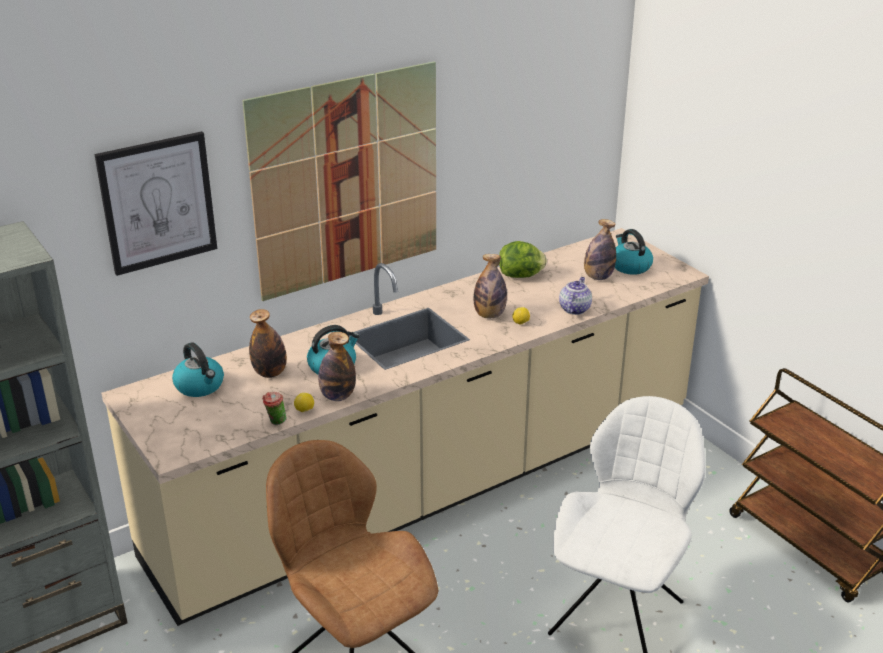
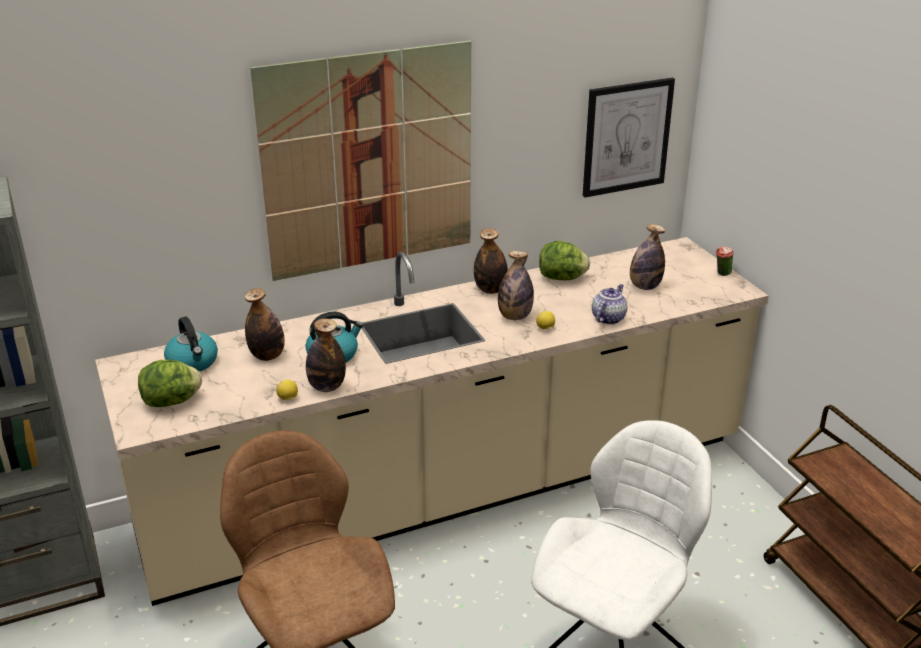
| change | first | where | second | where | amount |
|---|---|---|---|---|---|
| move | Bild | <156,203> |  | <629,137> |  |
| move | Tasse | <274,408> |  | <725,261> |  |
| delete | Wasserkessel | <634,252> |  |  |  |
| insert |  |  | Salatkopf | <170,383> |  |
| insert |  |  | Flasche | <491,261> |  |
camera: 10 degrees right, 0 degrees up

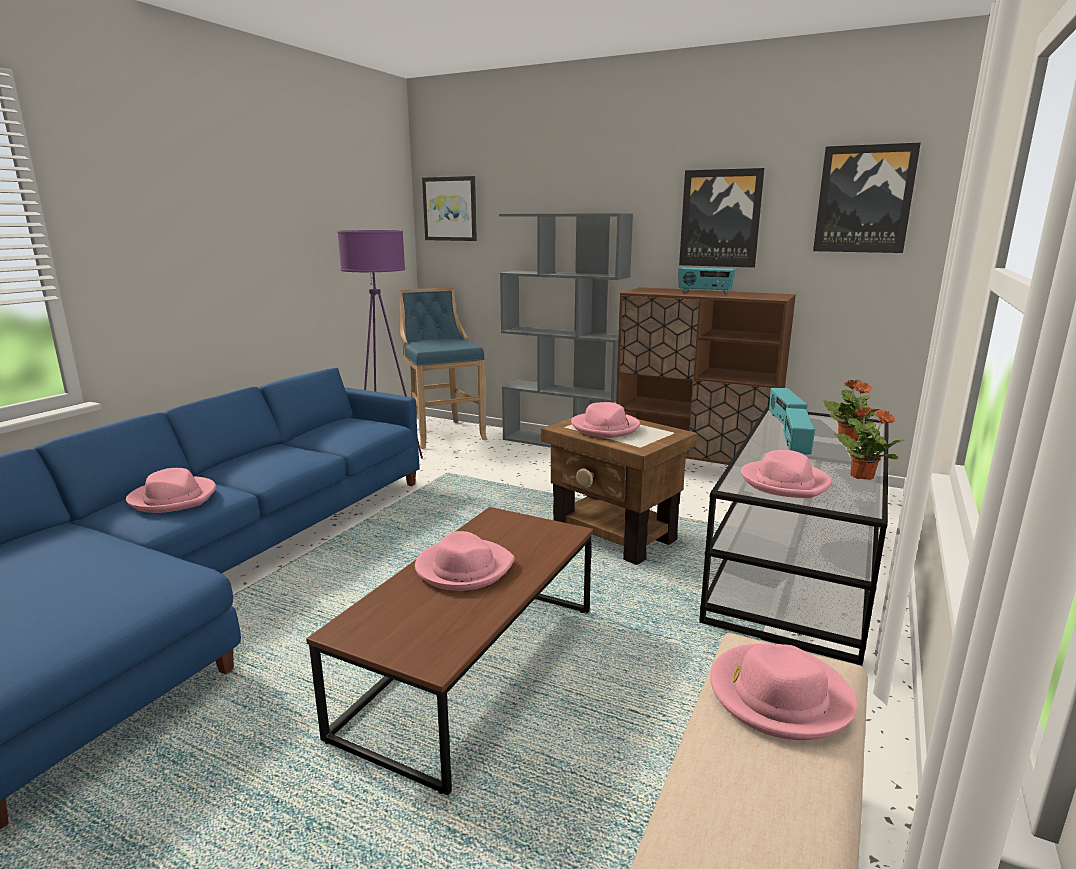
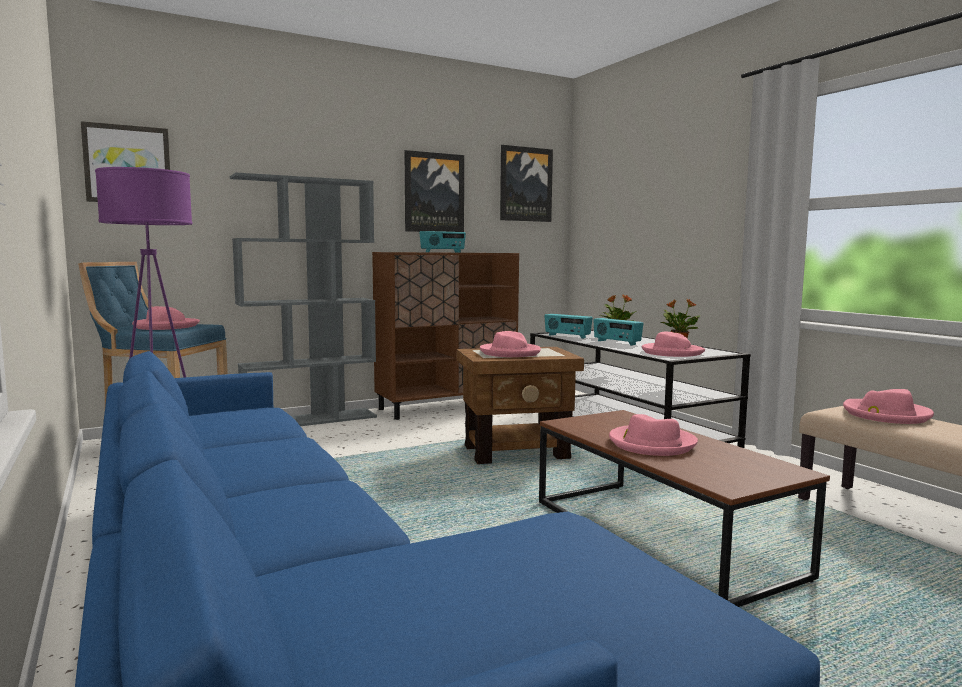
| change | first | where | second | where | amount |
|---|---|---|---|---|---|
| move | Hut [rosa] | <171,490> |  | <166,318> |  |
camera: 55 degrees left, 10 degrees down

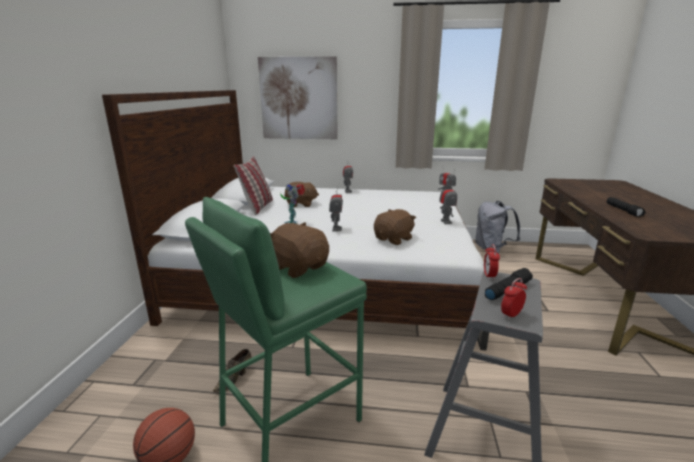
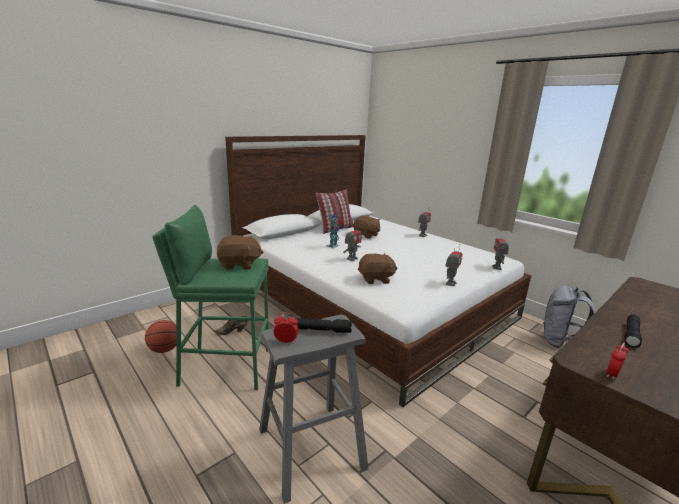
| change | first | where | second | where | amount |
|---|---|---|---|---|---|
| delete | Bild | <298,97> |  |  |  |
| rotate | Plüschtier [braun] | <299,250> |  | <240,252> | 90 degrees clockwise |
| move | Wecker | <492,262> |  | <618,361> |  |
camera: 40 degrees right, 0 degrees up

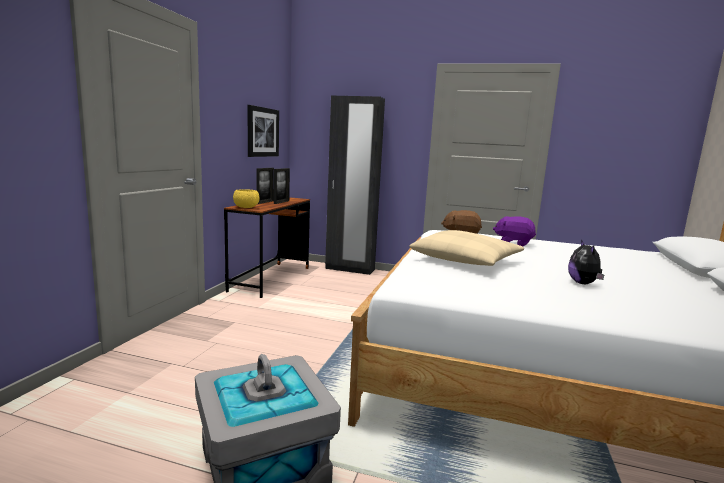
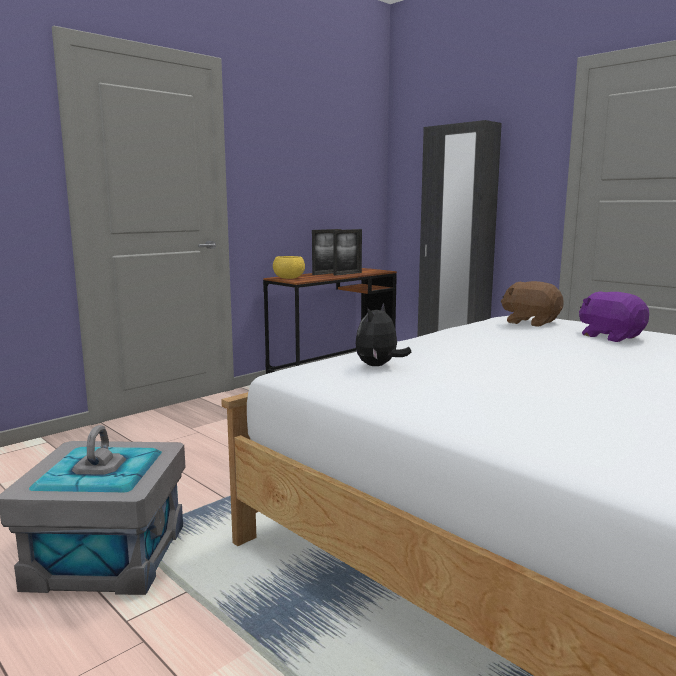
| change | first | where | second | where | amount |
|---|---|---|---|---|---|
| delete | Bild | <263,131> |  |  |  |
| delete | Kissen [beige] | <466,248> |  |  |  |
| move | Plüschtier | <586,262> |  | <383,334> |  |
camera: 30 degrees right, 0 degrees up

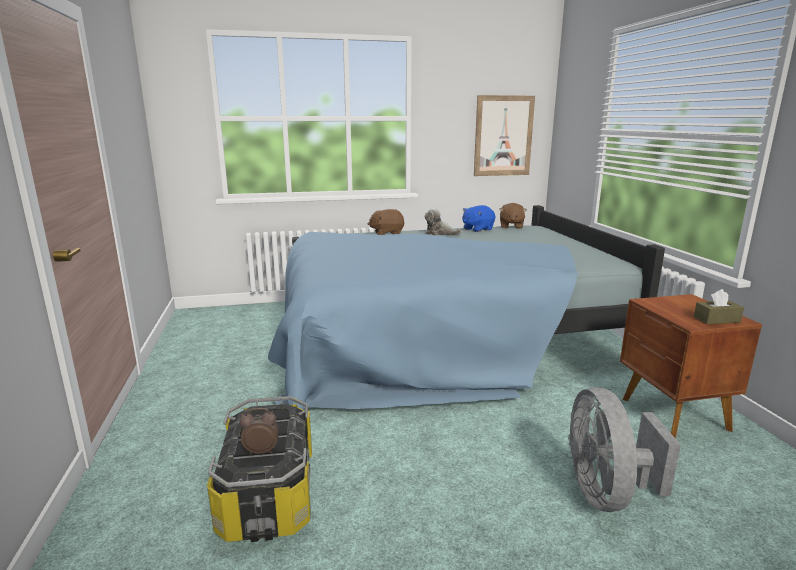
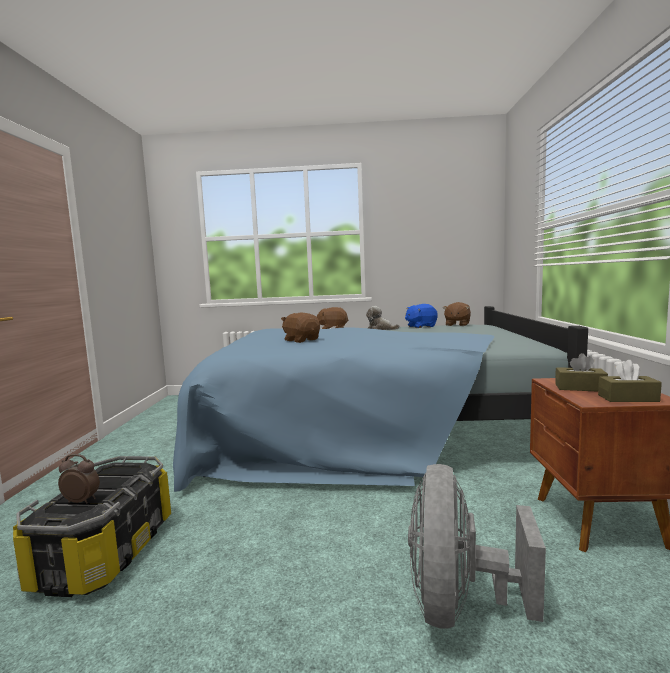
| change | first | where | second | where | amount |
|---|---|---|---|---|---|
| delete | Bild | <504,135> |  |  |  |
| insert |  |  | Plüschtier [braun] | <300,327> |  |
| insert |  |  | Taschentuchbox [braun] | <581,372> |  |
camera: 15 degrees right, 10 degrees down

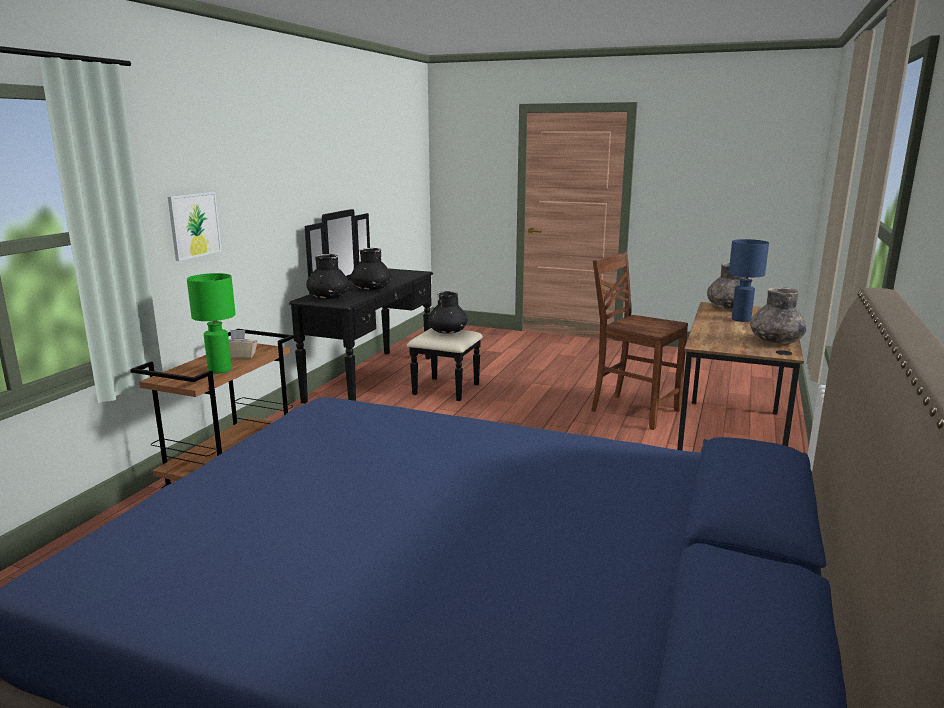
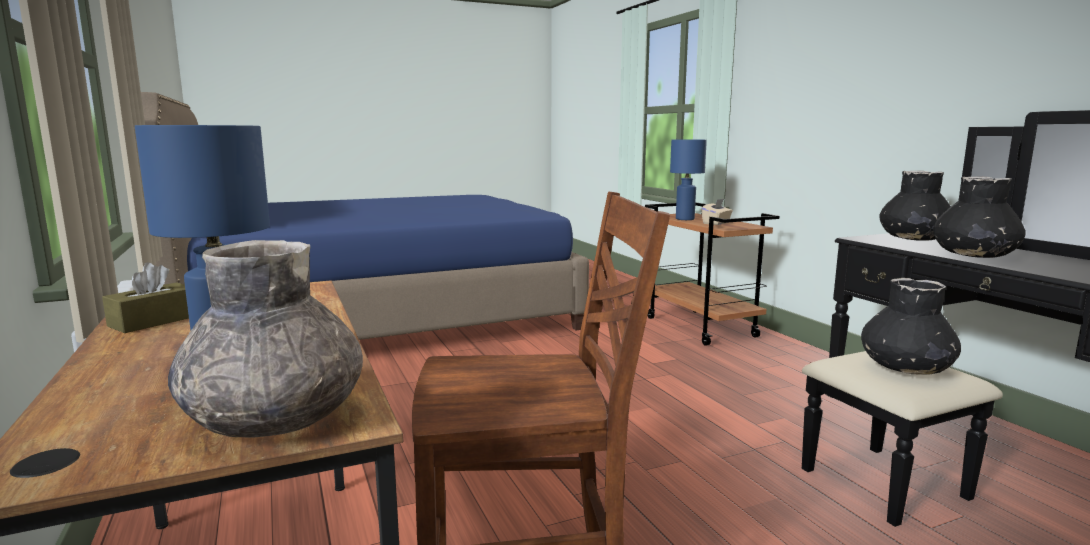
| change | first | where | second | where | amount |
|---|---|---|---|---|---|
| delete | Bild | <195,226> |  |  |  |
| recolor | Tischlampe [grün] | <211,323> | Tischlampe [blau] | <688,179> |  |
| replace | Vase [grau] | <778,315> | Taschentuchbox [braun] | <145,297> |  |
camera: 135 degrees right, 5 degrees down

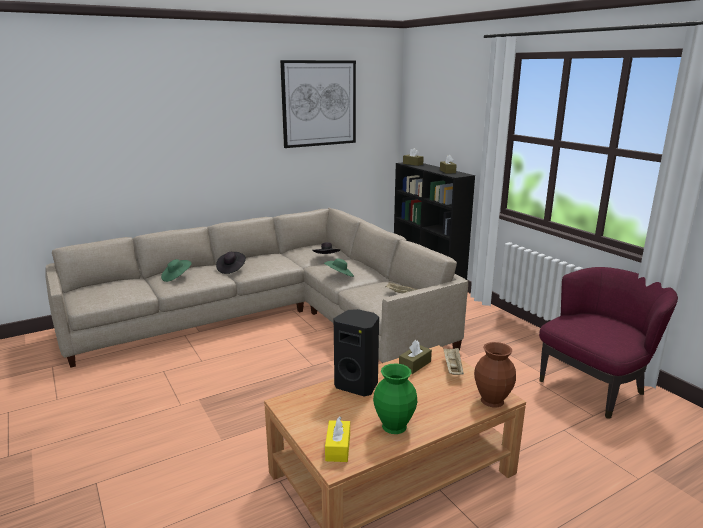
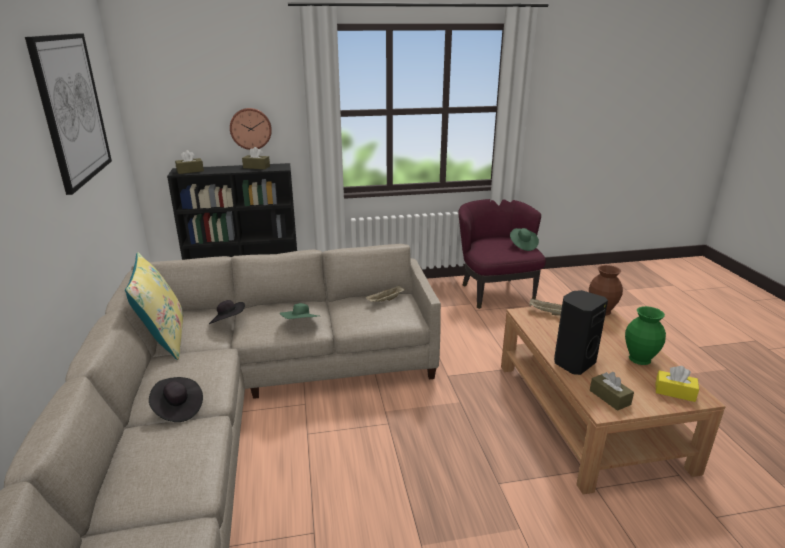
| change | first | where | second | where | amount |
|---|---|---|---|---|---|
| move | Hut [grün] | <176,270> |  | <524,239> |  |
| move | Taschentuchbox [braun] | <415,357> |  | <612,391> |  |
| insert |  |  | Kissen [gelb] | <154,306> |  |
| insert |  |  | Wanduhr | <251,129> |  |
camera: 70 degrees left, 5 degrees up

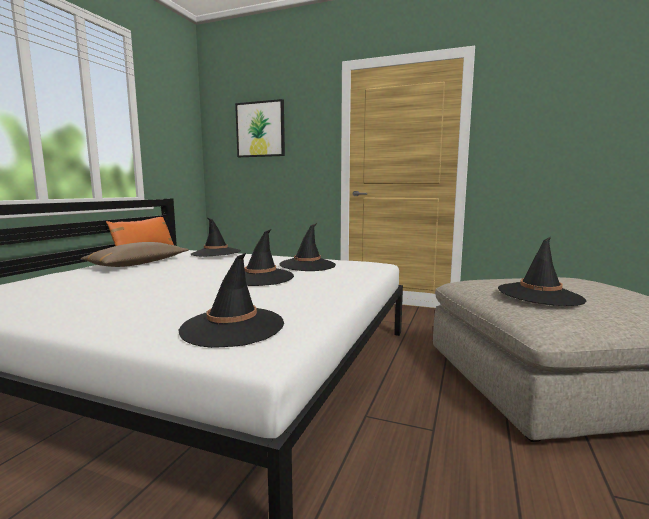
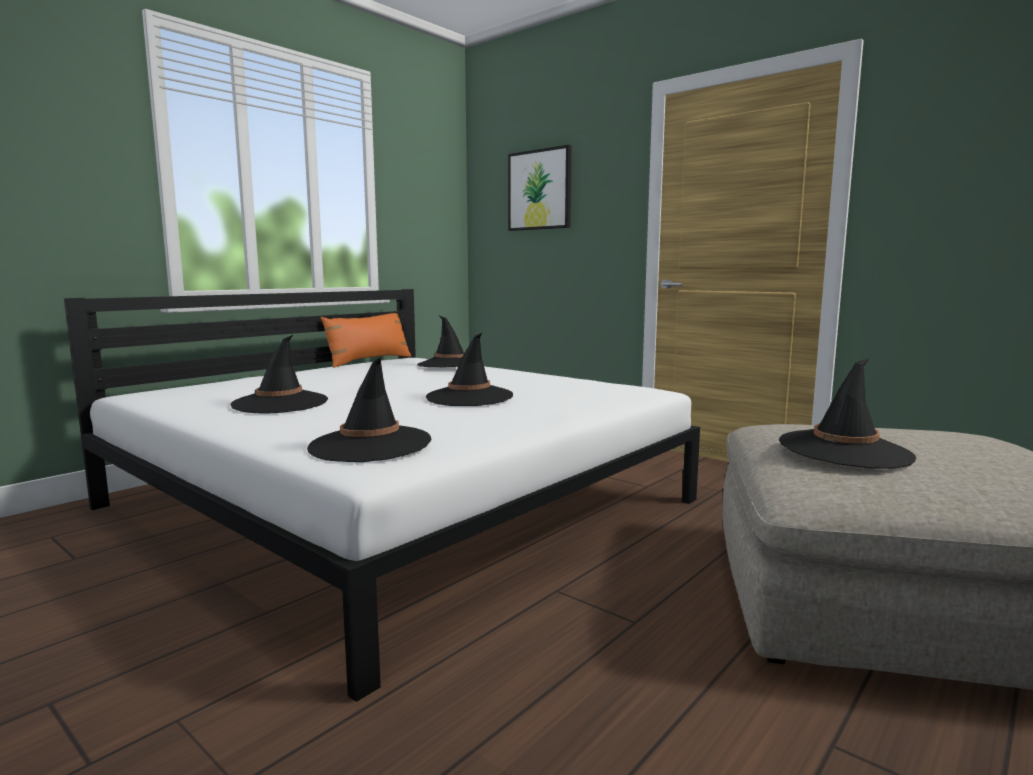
| change | first | where | second | where | amount |
|---|---|---|---|---|---|
| delete | Kissen [braun] | <135,254> |  |  |  |
| move | Hut [schwarz] | <307,247> |  | <279,374> |  |
camera: 20 degrees right, 0 degrees up

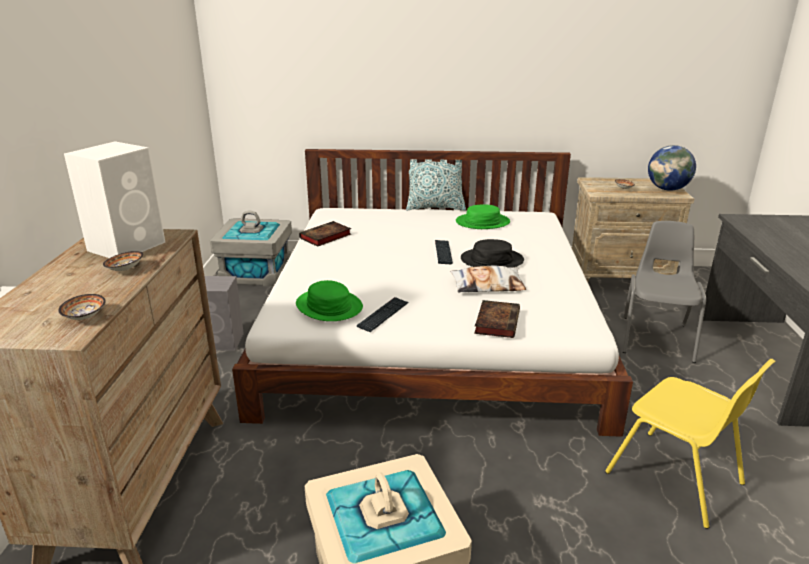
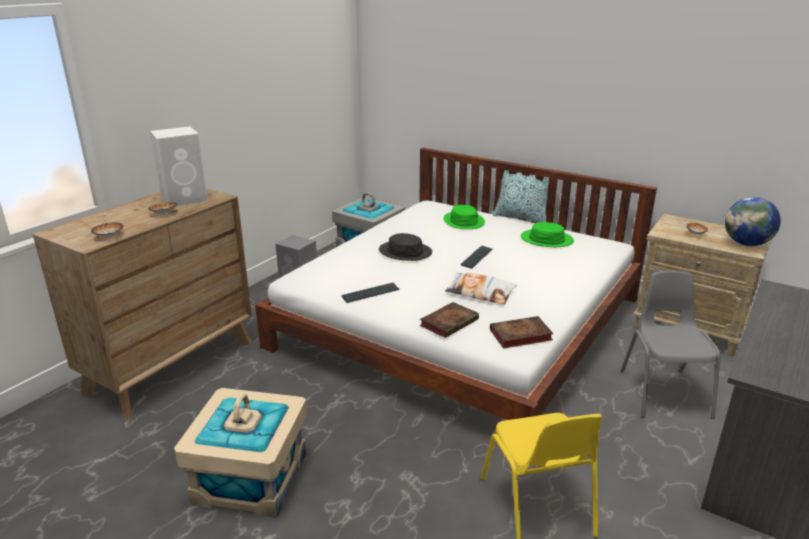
| change | first | where | second | where | amount |
|---|---|---|---|---|---|
| move | Hut [grün] | <329,300> |  | <464,217> |  |
| move | Buch | <325,234> |  | <522,332> |  |
| move | Hut [schwarz] | <492,253> |  | <405,247> |  |
| rotate | Stuhl [grau] | <664,292> |  | <671,345> | 45 degrees counterclockwise |
camera: 30 degrees right, 0 degrees up

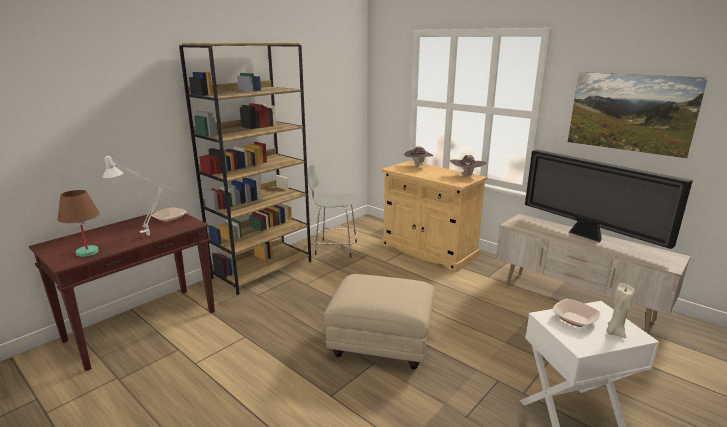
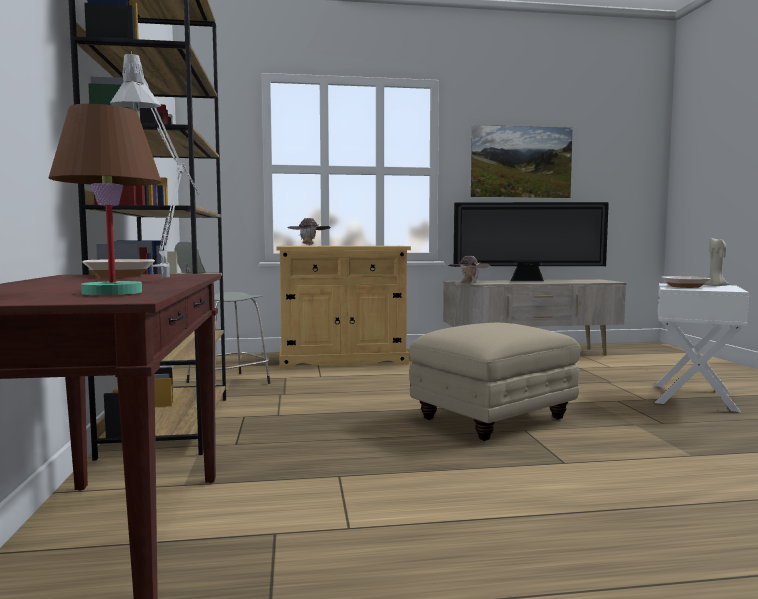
| change | first | where | second | where | amount |
|---|---|---|---|---|---|
| move | Hut [braun] | <468,166> |  | <469,269> |  |
camera: 50 degrees left, 15 degrees down

